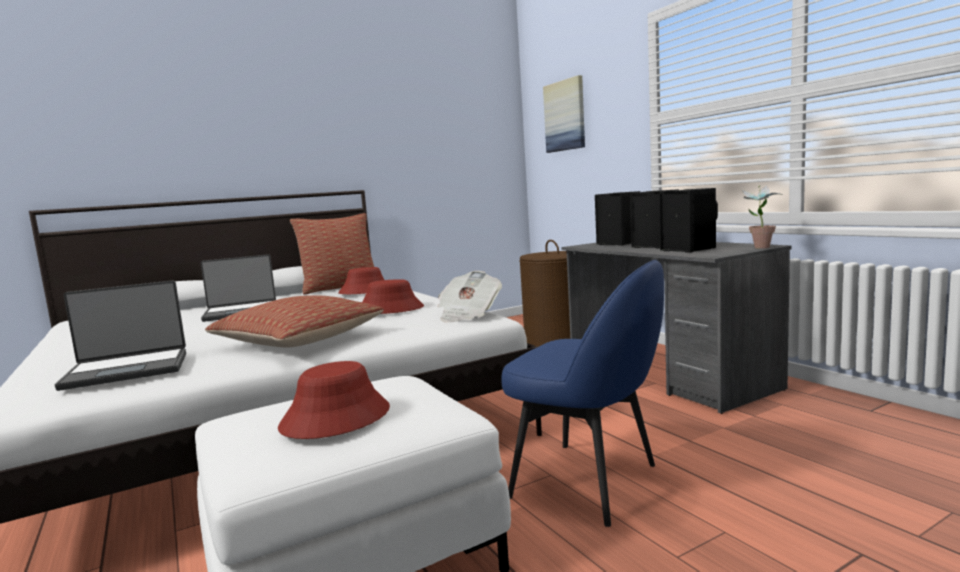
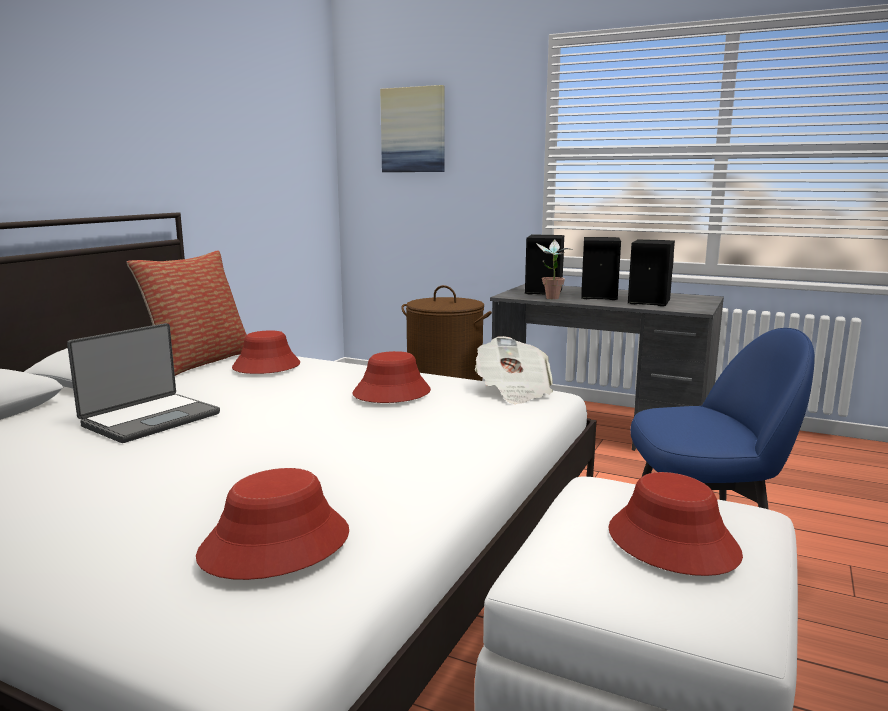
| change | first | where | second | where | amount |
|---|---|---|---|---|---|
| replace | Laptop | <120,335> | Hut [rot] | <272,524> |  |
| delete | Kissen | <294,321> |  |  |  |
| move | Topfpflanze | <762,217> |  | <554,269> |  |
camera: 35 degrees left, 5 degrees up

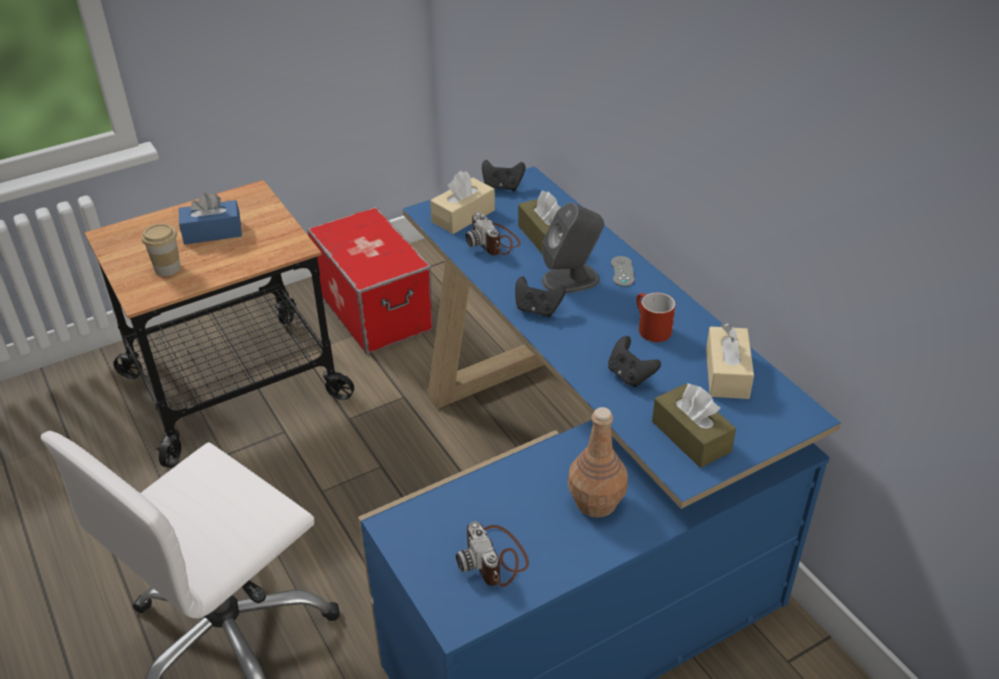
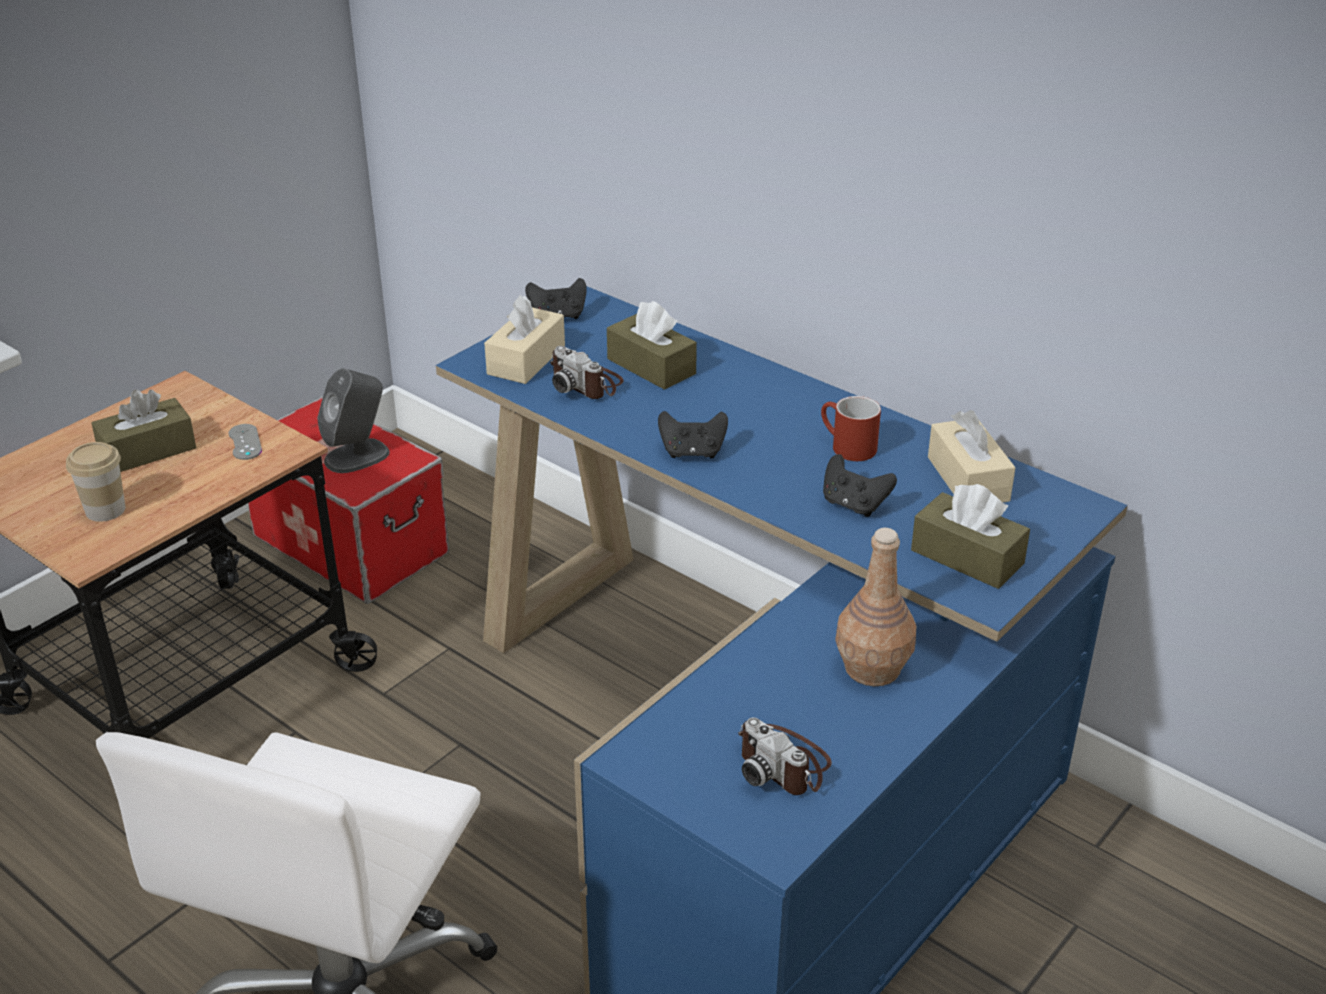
| change | first | where | second | where | amount |
|---|---|---|---|---|---|
| recolor | Taschentuchbox [blau] | <210,218> | Taschentuchbox [braun] | <144,431> |  |
| move | Lautsprecher [grau] | <573,247> |  | <353,420> |  |
| move | Gamepad [grau] | <623,271> |  | <245,442> |  |
camera: 20 degrees left, 5 degrees down

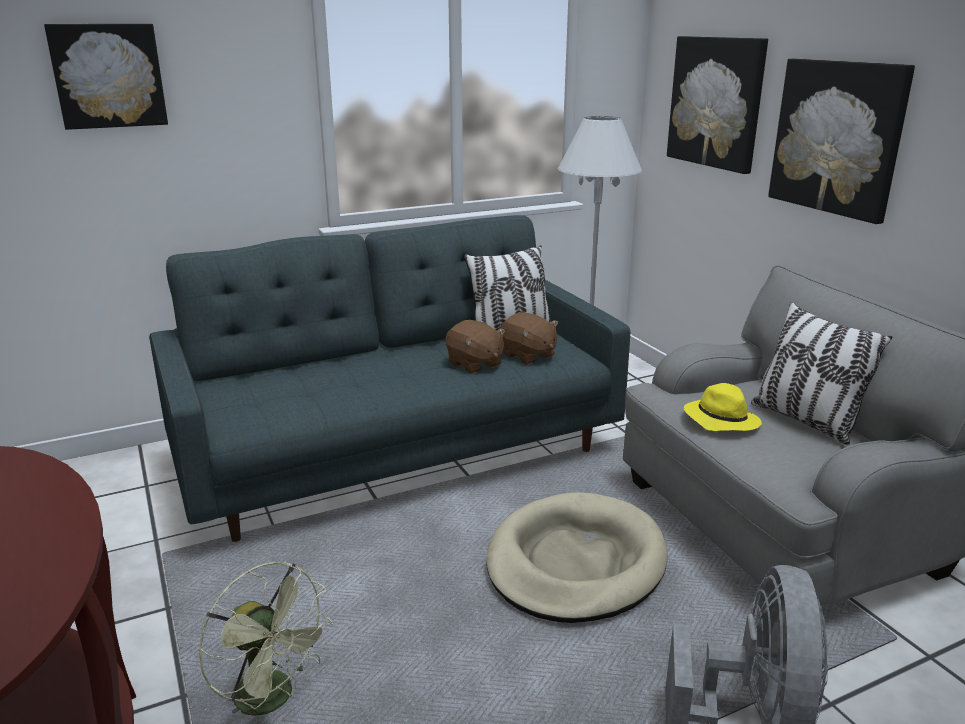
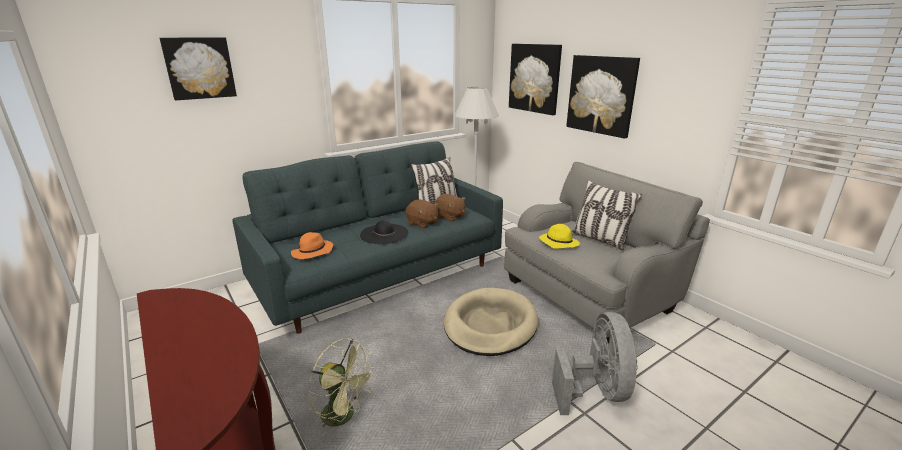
| change | first | where | second | where | amount |
|---|---|---|---|---|---|
| insert |  |  | Hut [orange] | <312,245> |  |
| insert |  |  | Hut [schwarz] | <384,232> |  |
camera: 10 degrees left, 0 degrees up

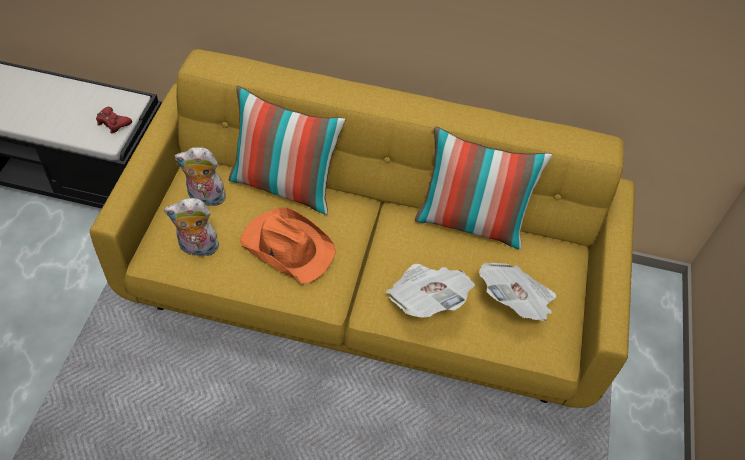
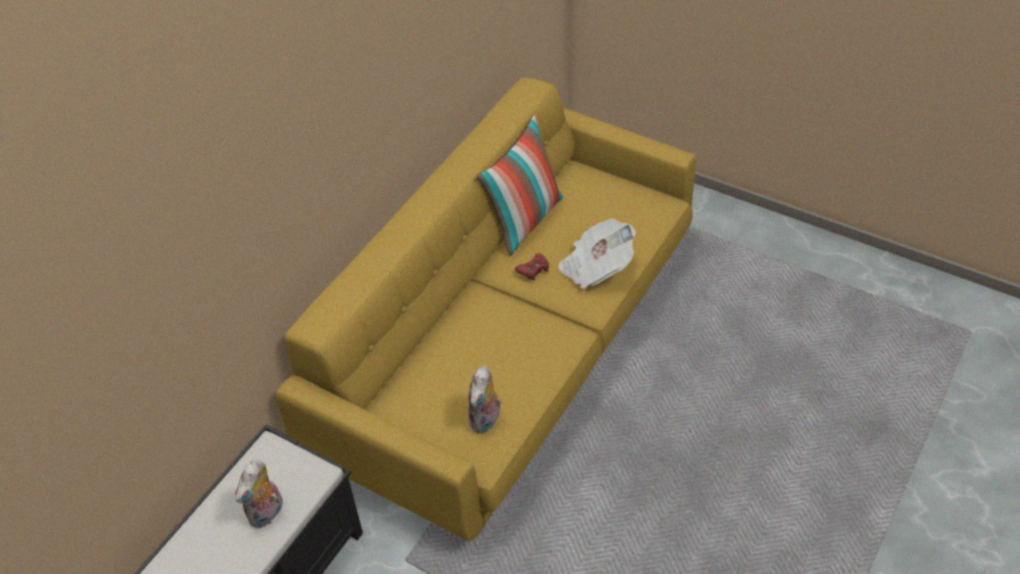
| change | first | where | second | where | amount |
|---|---|---|---|---|---|
| move | Gamepad [rot] | <114,120> |  | <532,266> |  |
| move | Plüschtier | <201,177> |  | <259,493> |  |
| delete | Kissen | <287,150> |  |  |  |
| delete | Hut [orange] | <288,246> |  |  |  |
| delete | Zeitung | <517,292> |  |  |  |
camera: 65 degrees left, 5 degrees down

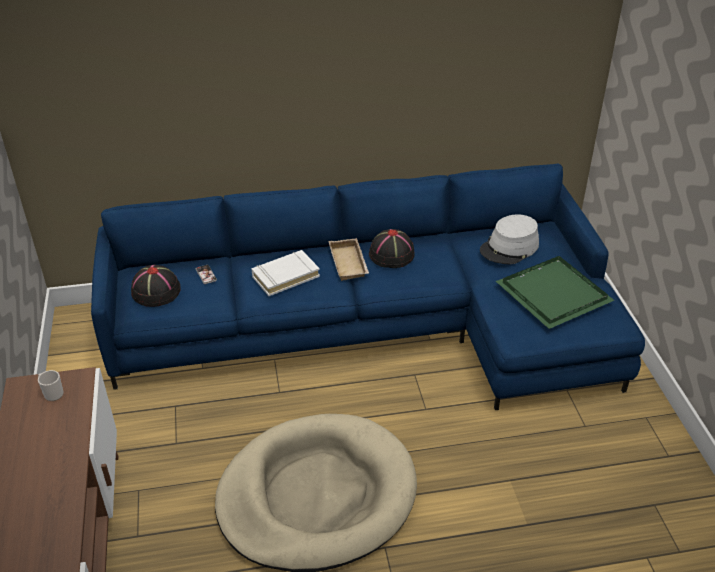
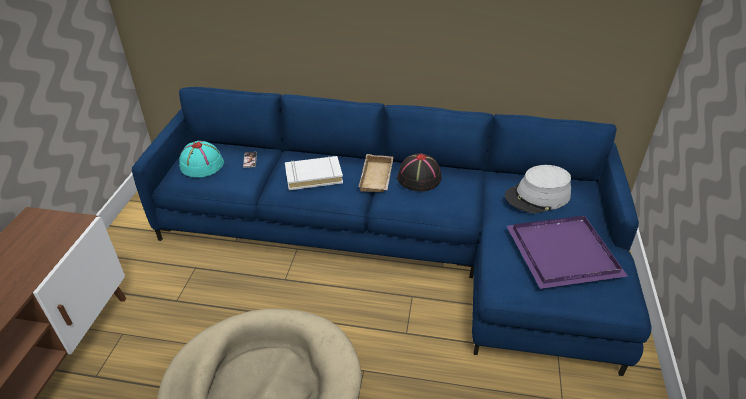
| change | first | where | second | where | amount |
|---|---|---|---|---|---|
| delete | Henkelbecher | <51,385> |  |  |  |
| recolor | Hut [schwarz] | <156,286> | Hut [türkis] | <201,159> |  |
| recolor | Tablett [grün] | <555,292> | Tablett [lila] | <567,252> |  |
camera: 20 degrees right, 0 degrees up

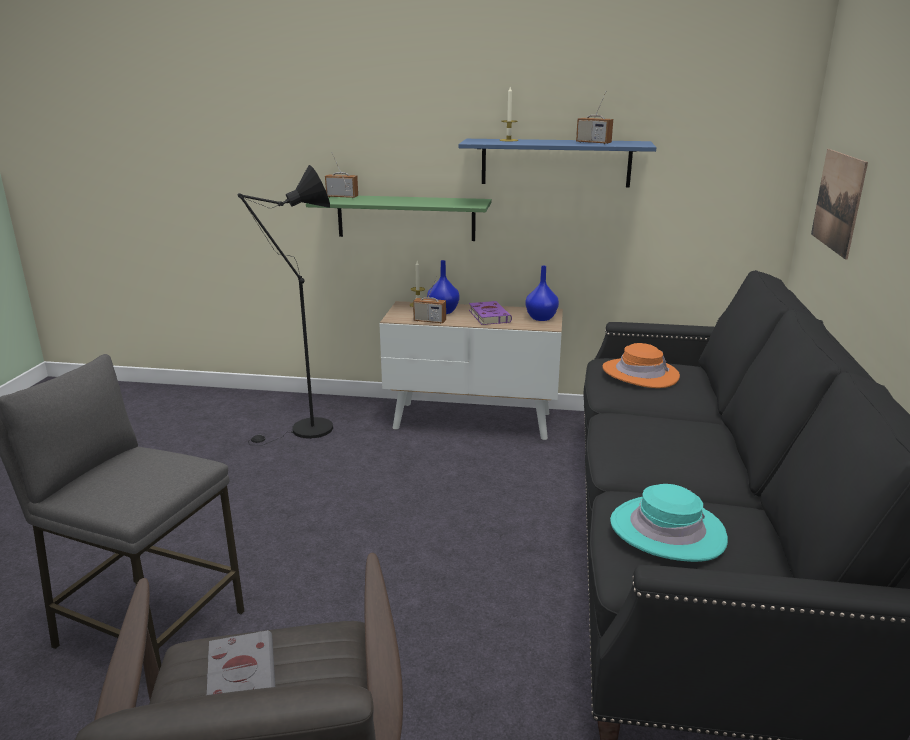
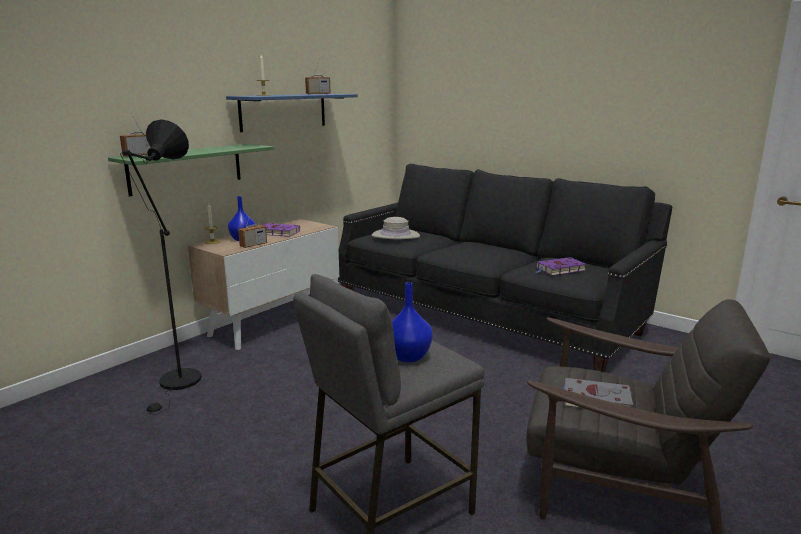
| change | first | where | second | where | amount |
|---|---|---|---|---|---|
| move | Vase [blau] | <542,293> |  | <412,322> |  |
| recolor | Hut [orange] | <641,365> | Hut [beige] | <396,228> |  |
| replace | Hut [türkis] | <669,523> | Buch [lila] | <561,266> |  |
| delete | Bild | <839,204> |  |  |  |
camera: 60 degrees left, 5 degrees down

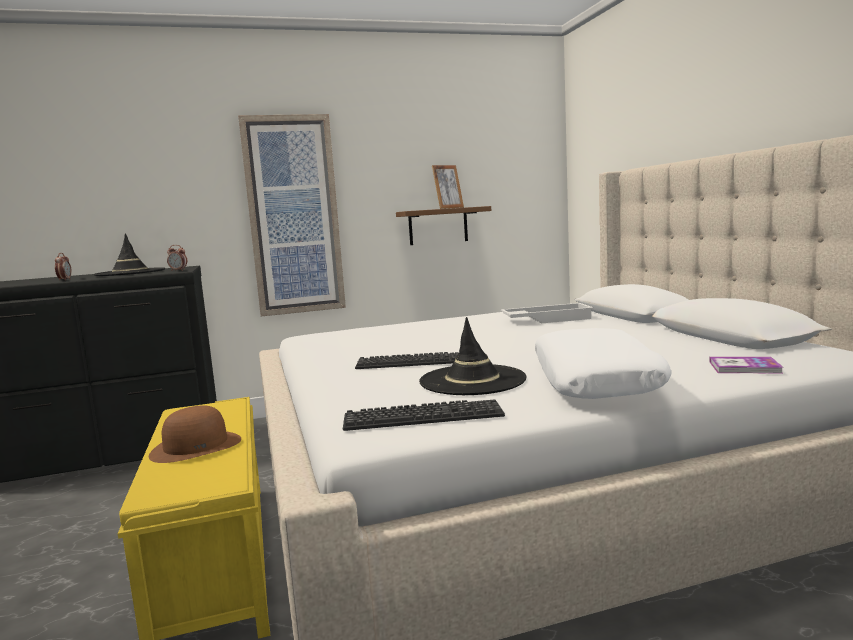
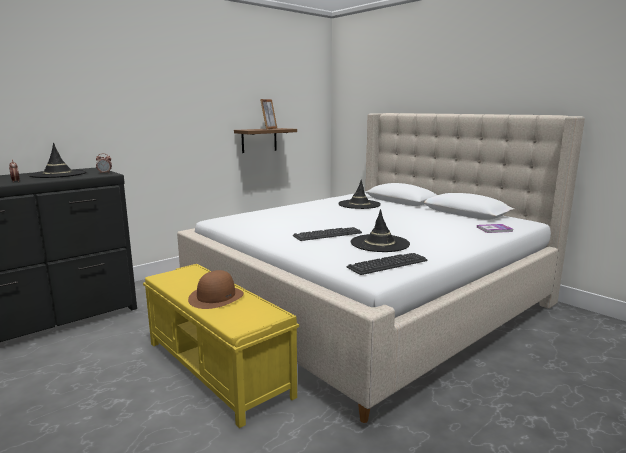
| change | first | where | second | where | amount |
|---|---|---|---|---|---|
| delete | Bild | <292,215> |  |  |  |
| replace | Tablett [weiß] | <547,313> | Hut [schwarz] | <359,194> |  |
| delete | Kissen [weiß] | <603,363> |  |  |  |
camera: 25 degrees left, 5 degrees up

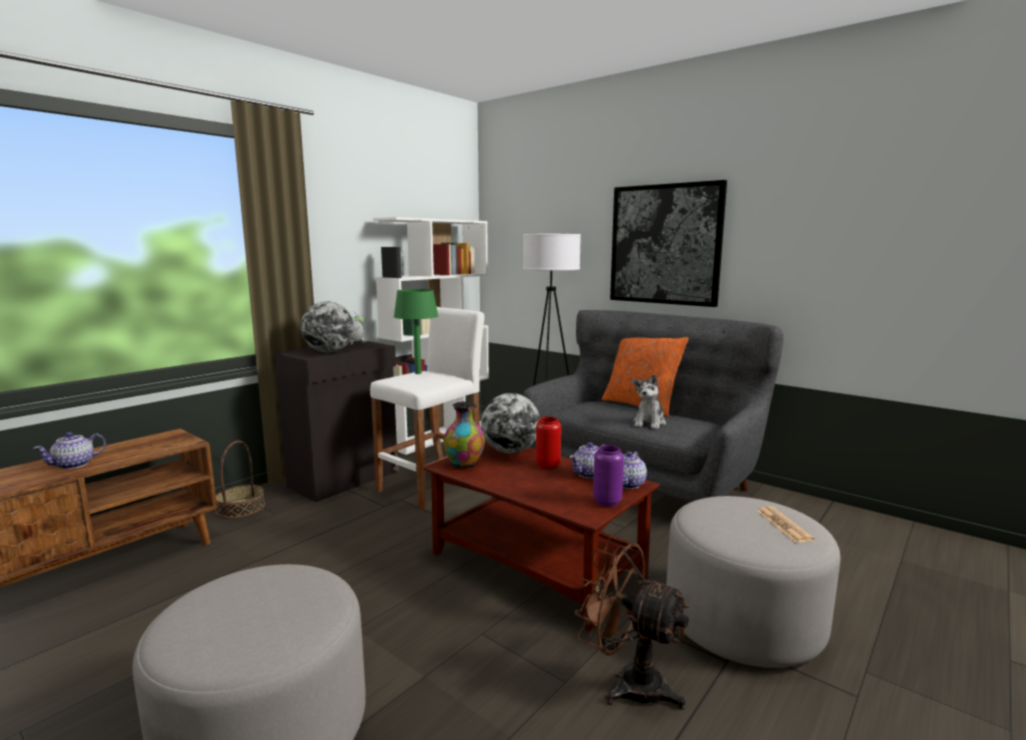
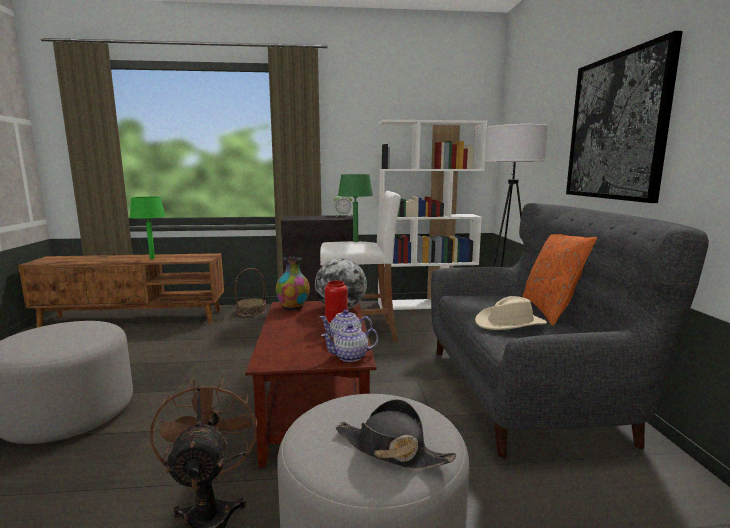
| change | first | where | second | where | amount |
|---|---|---|---|---|---|
| replace | Teekanne | <69,450> | Tischlampe [grün] | <148,228> |  |
| delete | Globus | <327,326> |  |  |  |
| delete | Vase [lila] | <608,476> |  |  |  |
| replace | Plüschtier | <649,401> | Hut [beige] | <511,313> |  |
| replace | Zeitung | <785,524> | Hut [schwarz] | <395,434> |  |
camera: 45 degrees right, 0 degrees up

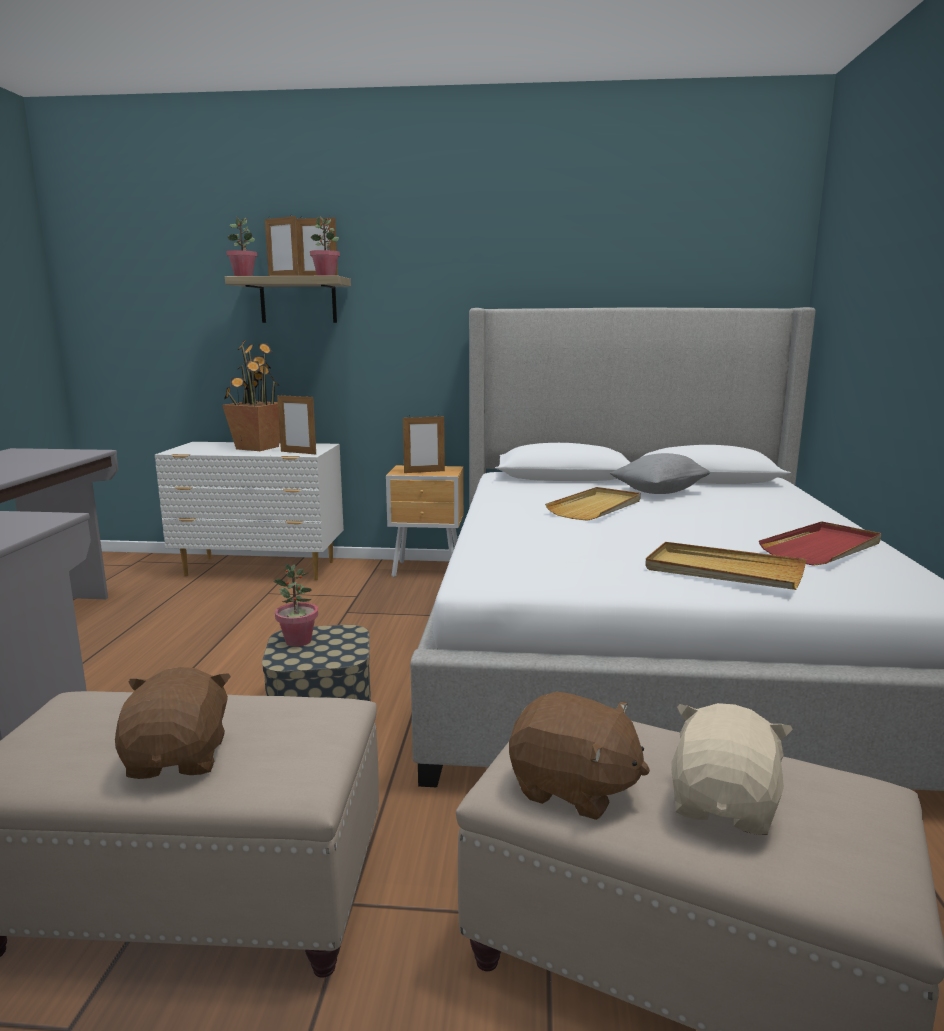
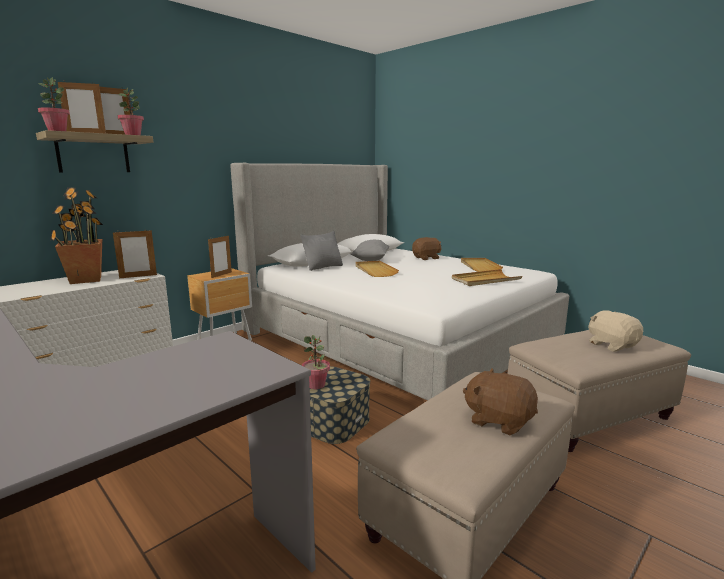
| change | first | where | second | where | amount |
|---|---|---|---|---|---|
| move | Plüschtier [braun] | <579,756> |  | <426,248> |  |
| recolor | Tablett [rot] | <820,543> | Tablett [beige] | <482,265> |  |
| insert |  |  | Kissen [grau] | <321,251> |  |
camera: 50 degrees left, 0 degrees up

